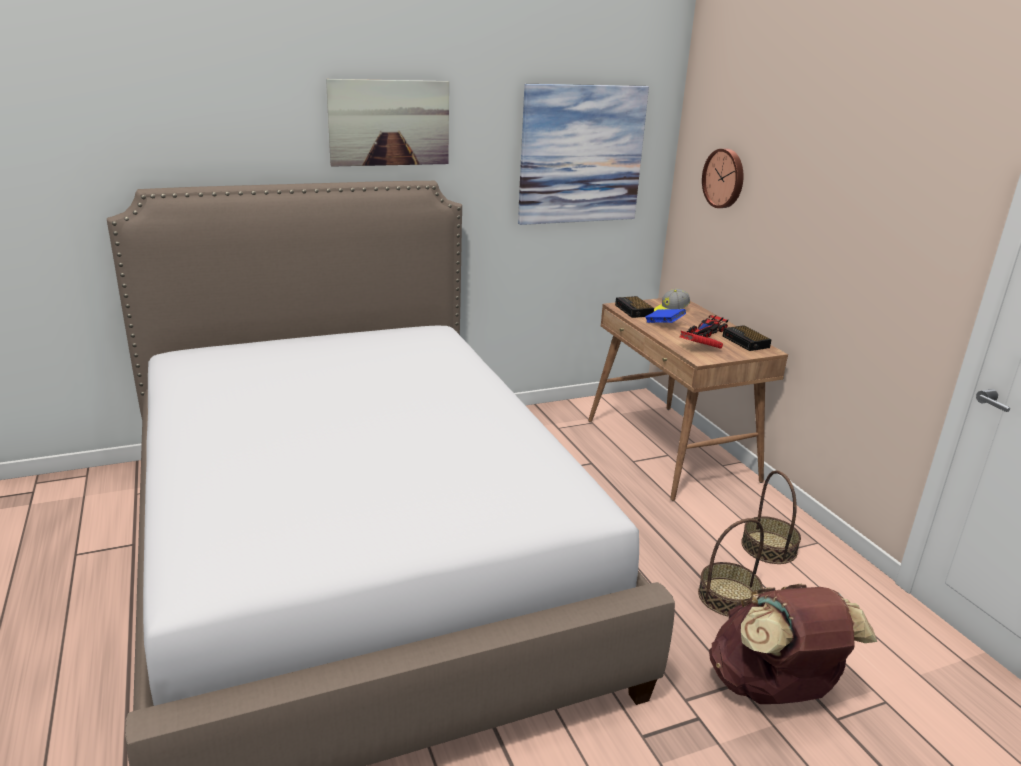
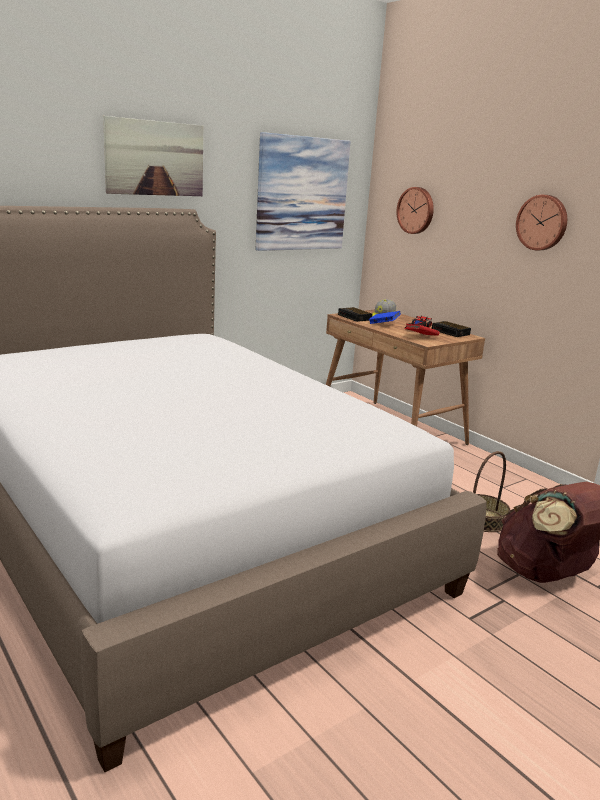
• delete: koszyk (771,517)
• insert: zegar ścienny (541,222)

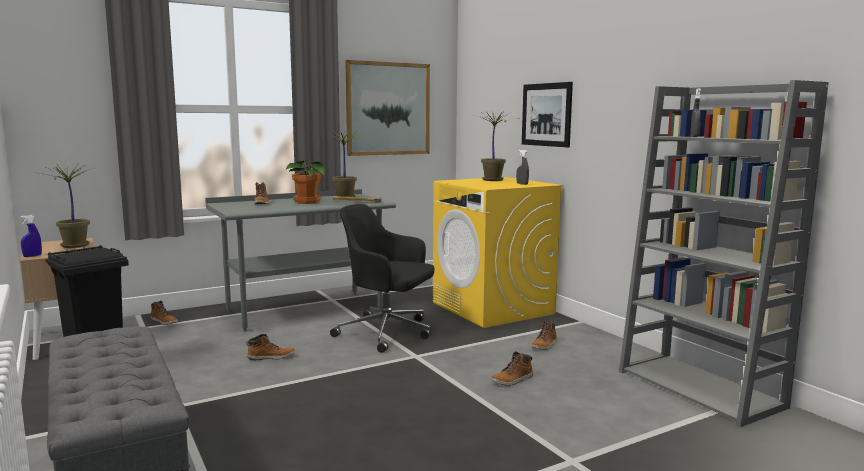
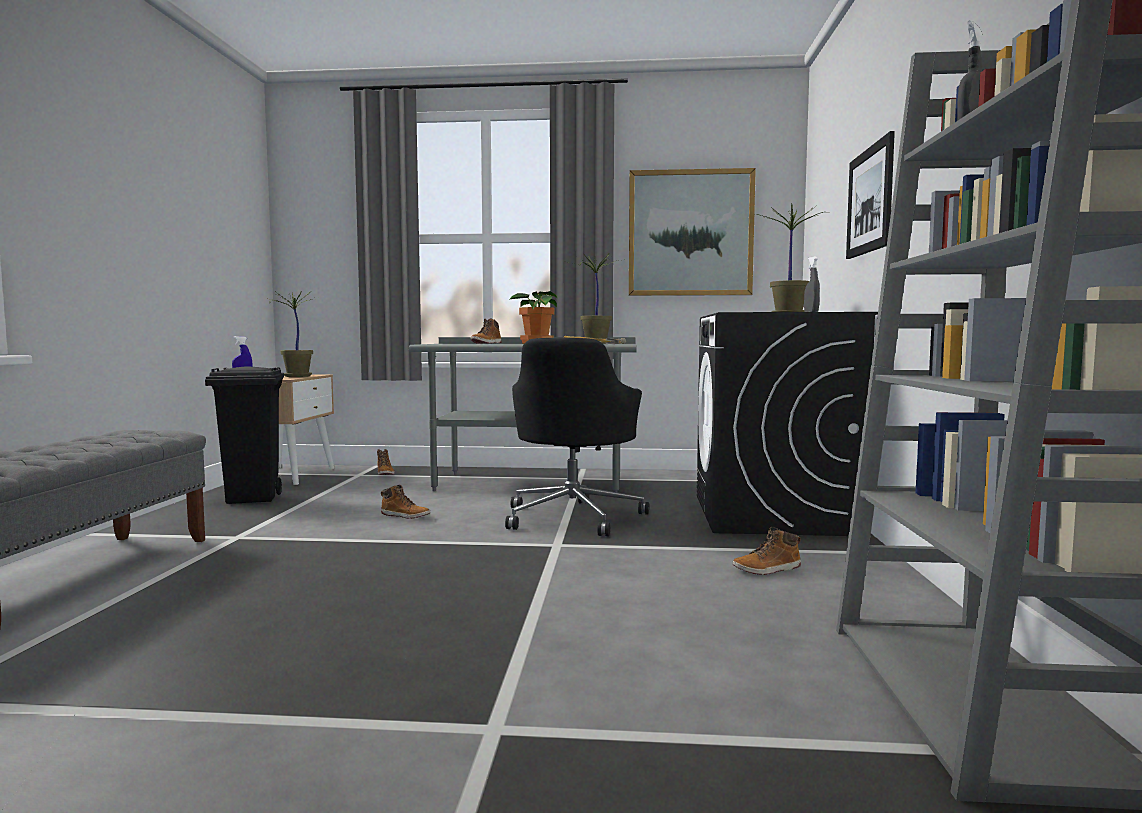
• recolor: pralka [żółty] (498,252) to pralka [czarny] (787,424)
• rotate: krzesło biurowe [czarny] (382,278) = (577,437) 135 degrees counterclockwise
• delete: but z cholewką (512,368)

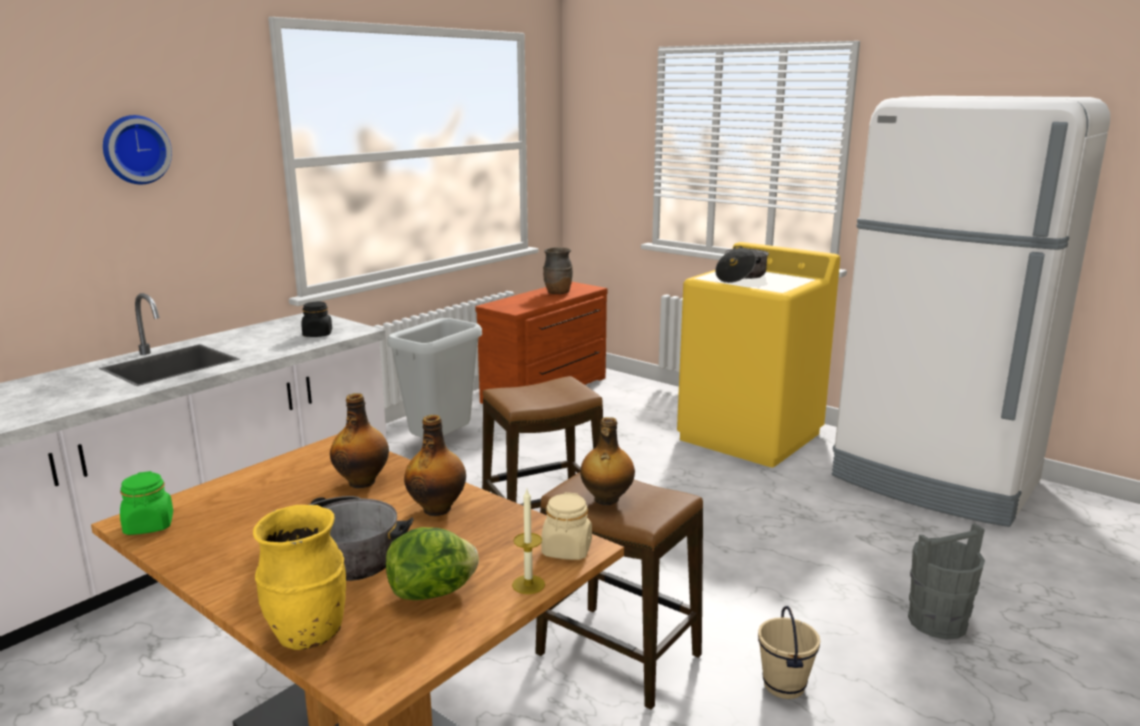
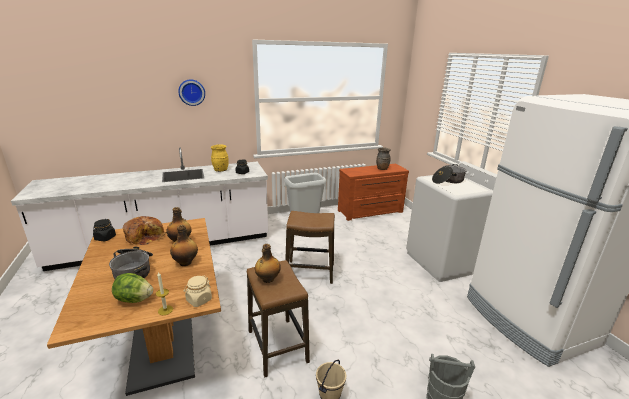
• recolor: pralka [żółty] (758,354) to pralka [biały] (451,221)
• recolor: słoik [zielony] (146,503) to słoik [czarny] (104,230)
• move: wazon [żółty] (299,577) to (220,158)
• insert: chleb (144,230)

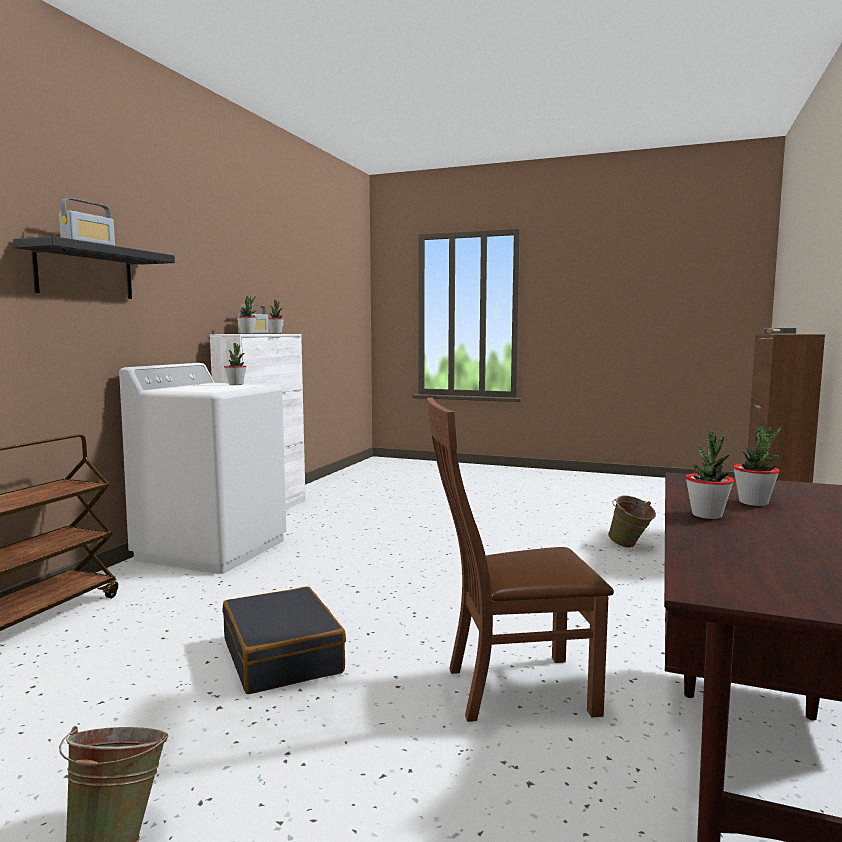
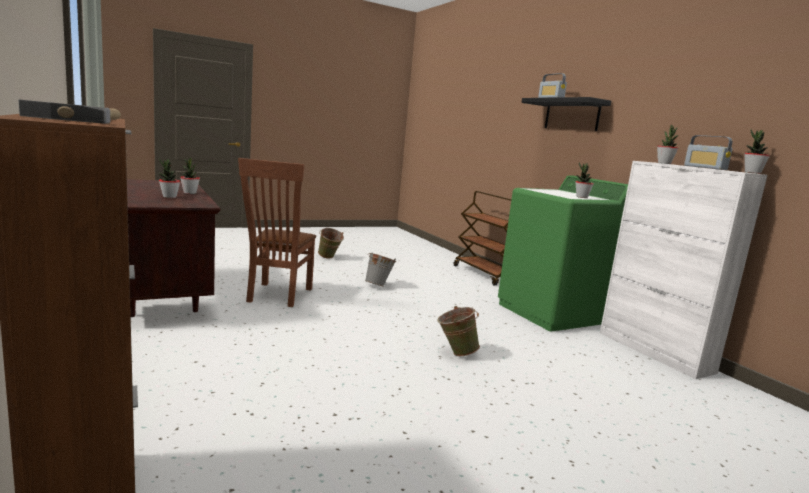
• recolor: pralka [biały] (202,468) to pralka [zielony] (563,253)
• rotate: krzesło [brązowy] (520,559) = (277,232) 150 degrees clockwise
• move: wiadro [zielony] (632,521) to (458,331)
• replace: walizka [czarny] (284,640) to wiadro [szary] (380,269)

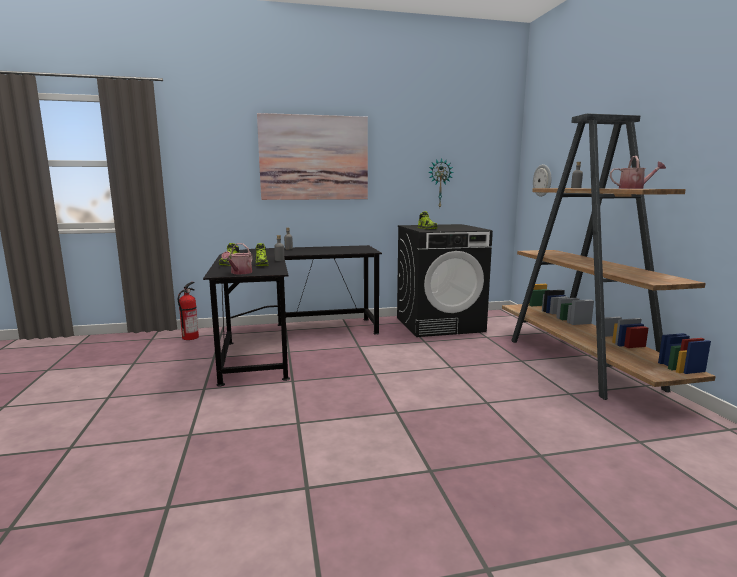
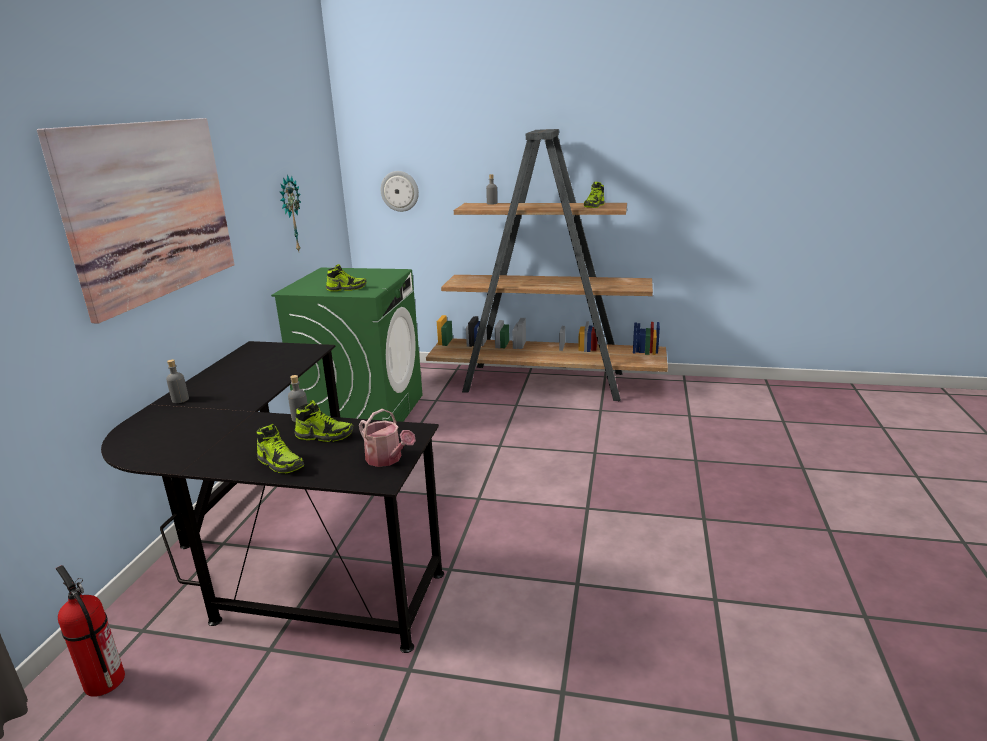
• replace: konewka (638,172) to but (594,195)
• recolor: pralka [czarny] (445,280) to pralka [zielony] (347,345)

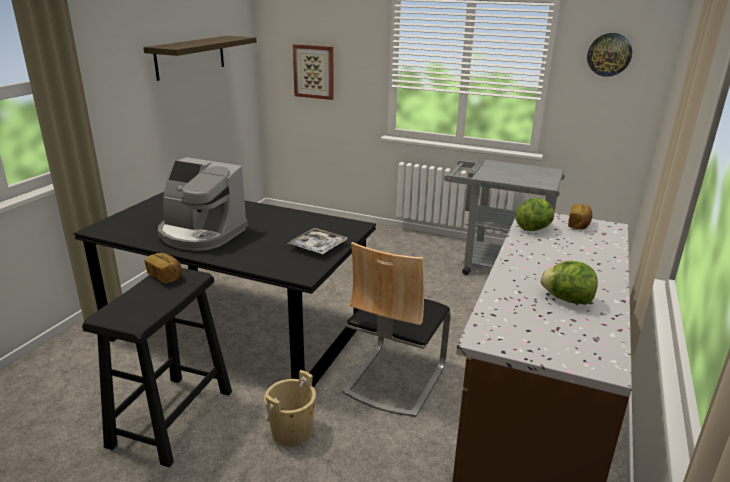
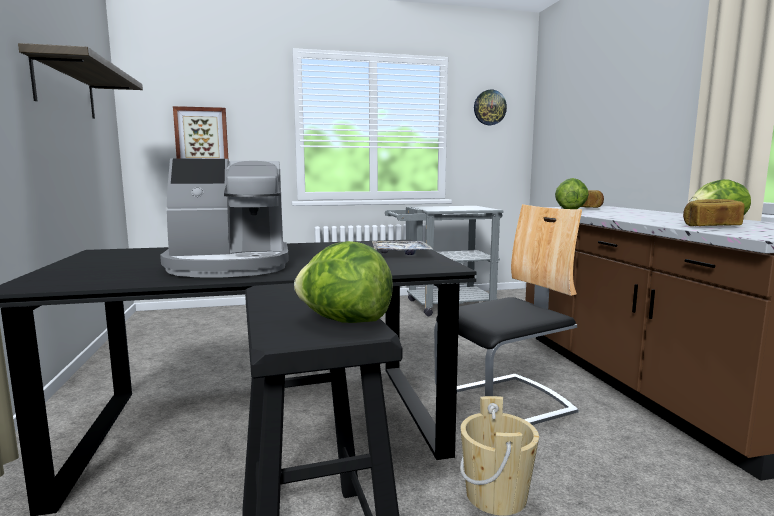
• rotate: krzesło (396,329) = (508,314) 105 degrees counterclockwise
• move: chleb (163,268) to (714,212)
• insert: sałata (343,282)

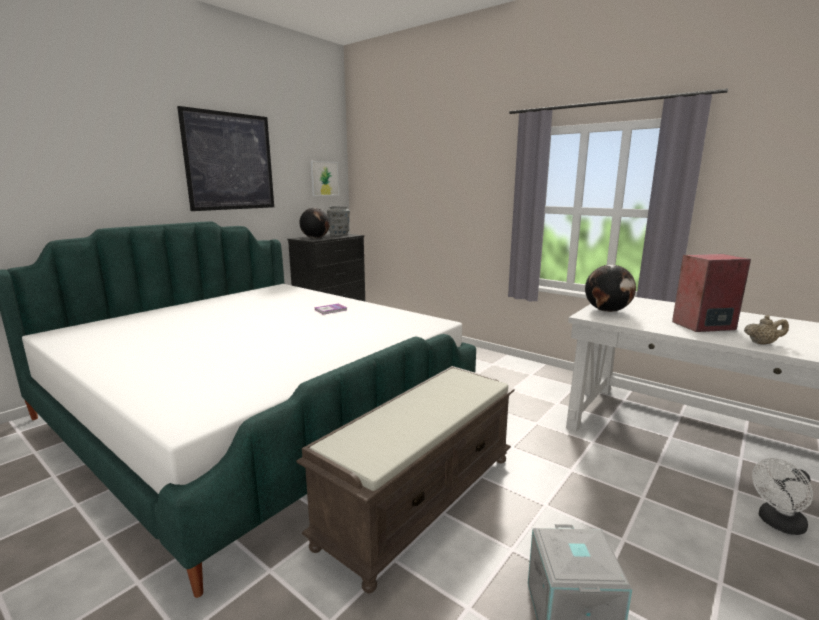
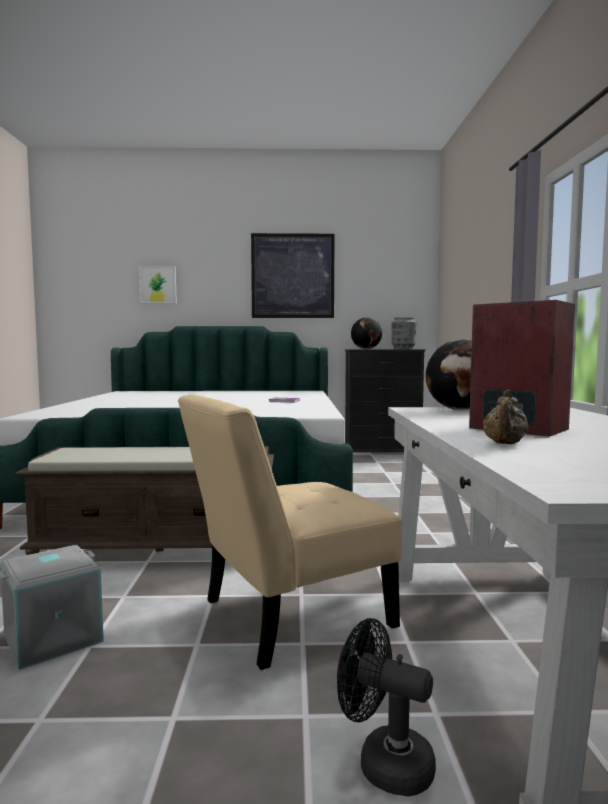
• move: obraz (325,178) to (158,284)
• rotate: imbryk [beżowy] (766,330) = (505,416) 60 degrees clockwise
• recolor: wentylator [biały] (782,496) to wentylator [czarny] (386,707)
• insert: krzesło [beżowy] (290,532)

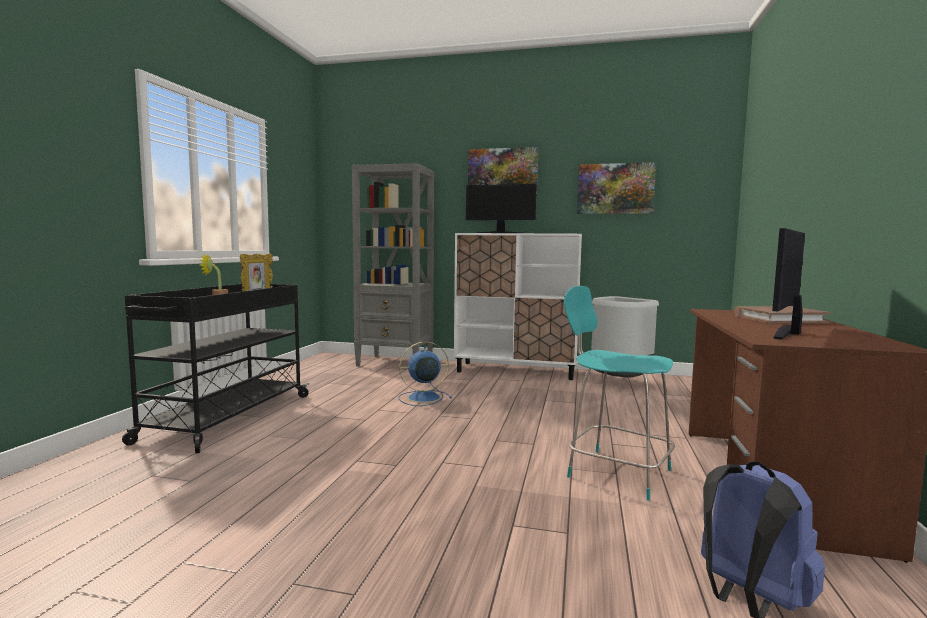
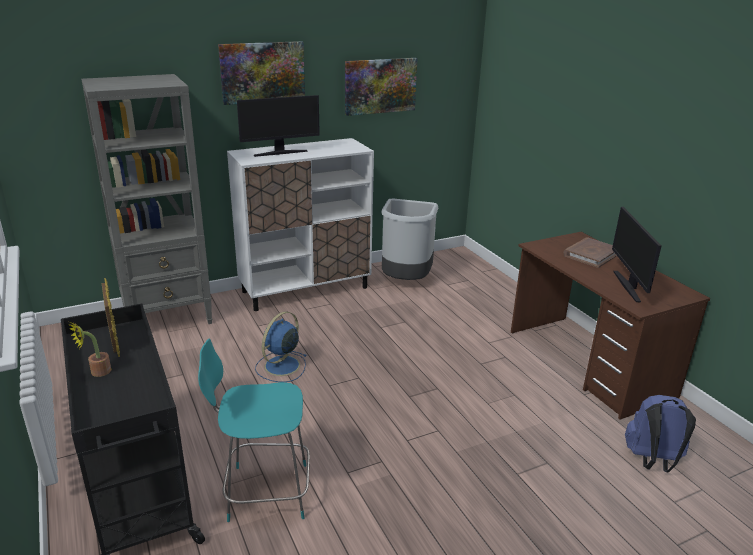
• move: krzesło [turkusowy] (619,393) to (254,430)

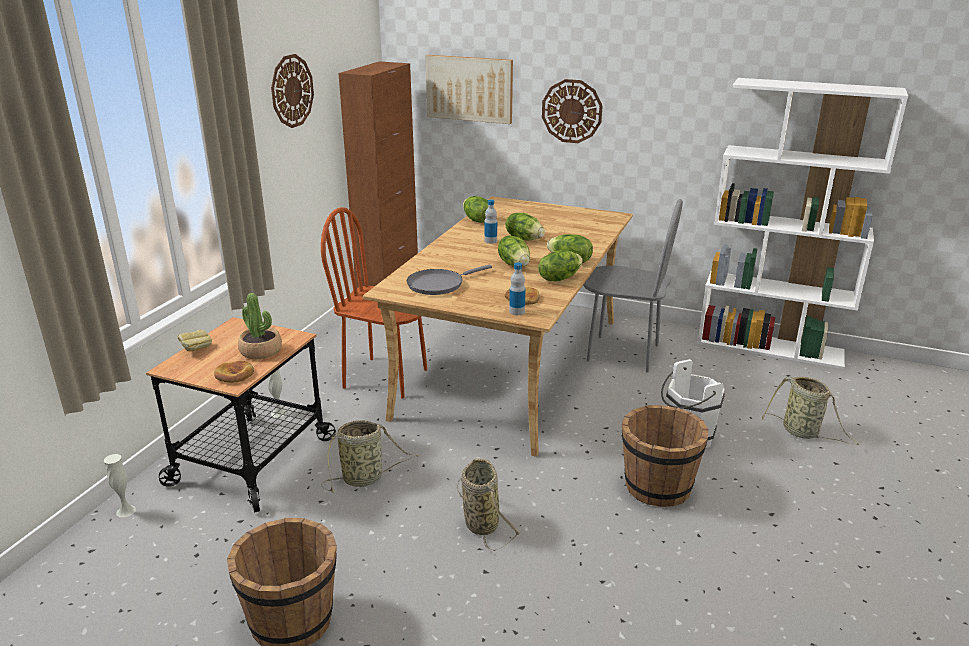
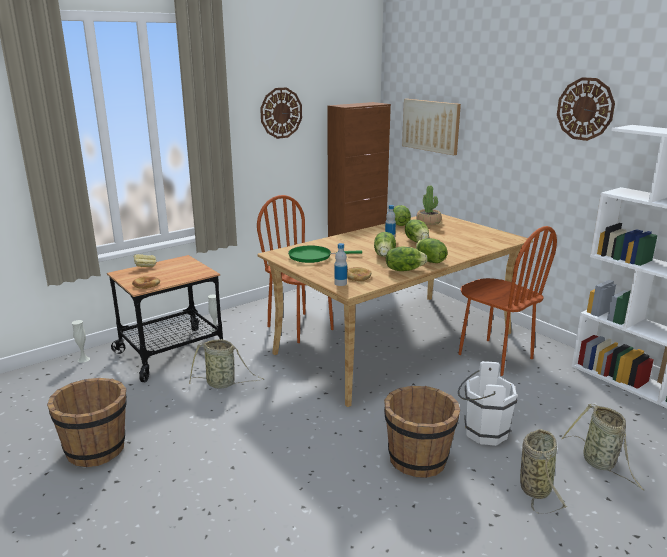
• move: zegar ścienny (572,111) to (586,109)
• recolor: krzesło [szary] (633,286) to krzesło [brązowy] (507,301)
• recolor: patelnia [szary] (449,280) to patelnia [zielony] (325,254)
• move: roślina doniczkowa (260,326) to (429,205)
• move: koszyk (488,505) to (543,471)

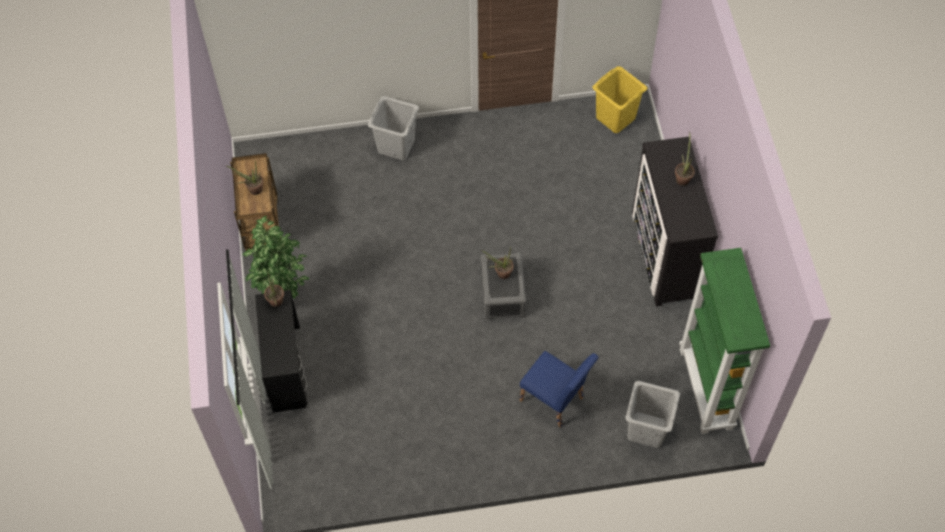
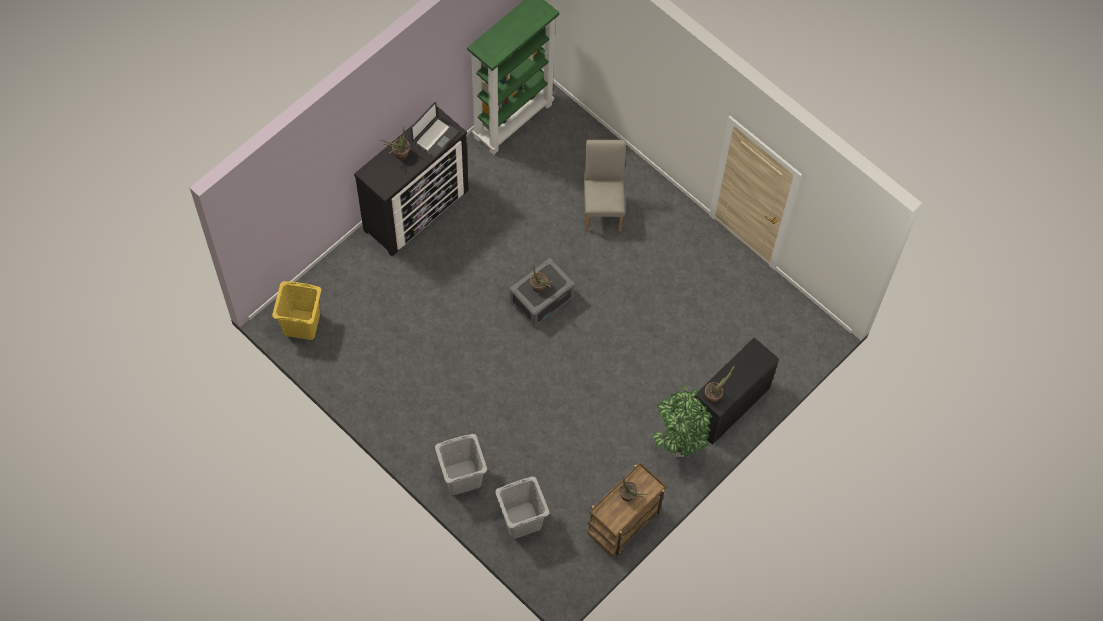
• recolor: krzesło [niebieski] (559,389) to krzesło [beżowy] (605,186)
• move: kosz na pranie [szary] (653,414) to (522,508)
• insert: laptop (434,129)

